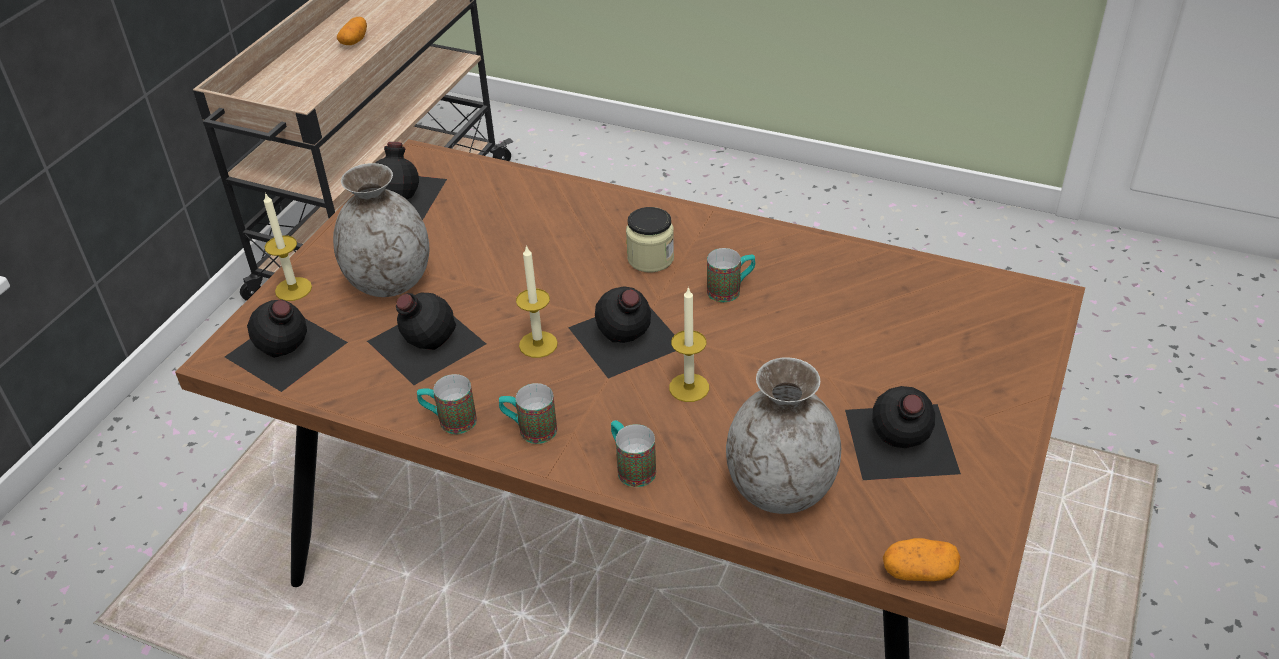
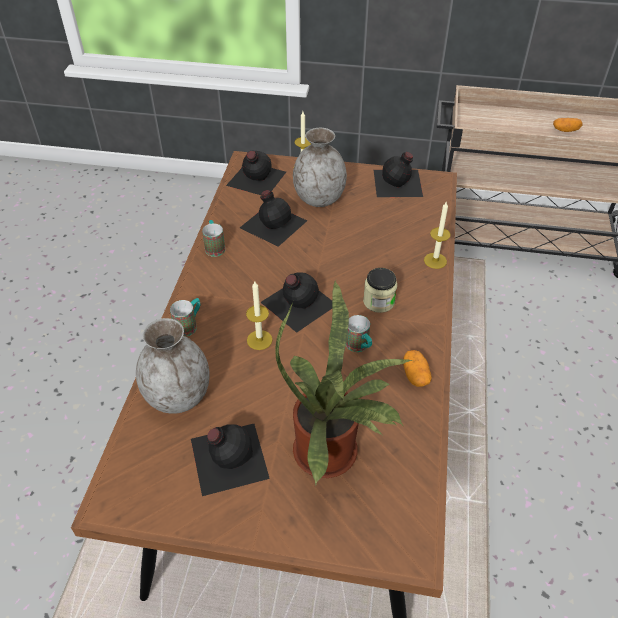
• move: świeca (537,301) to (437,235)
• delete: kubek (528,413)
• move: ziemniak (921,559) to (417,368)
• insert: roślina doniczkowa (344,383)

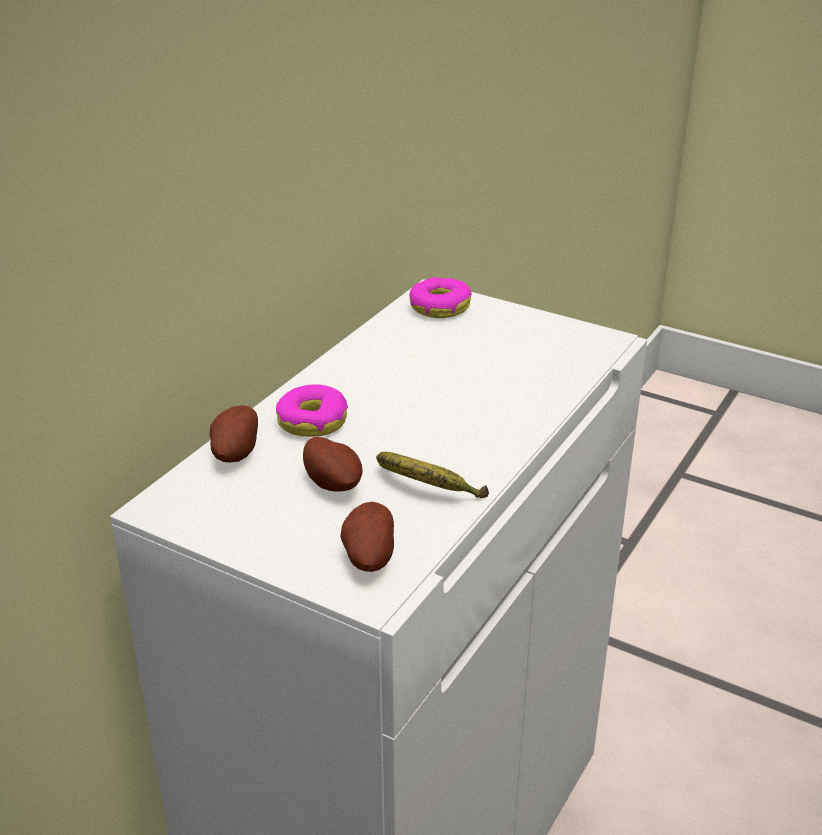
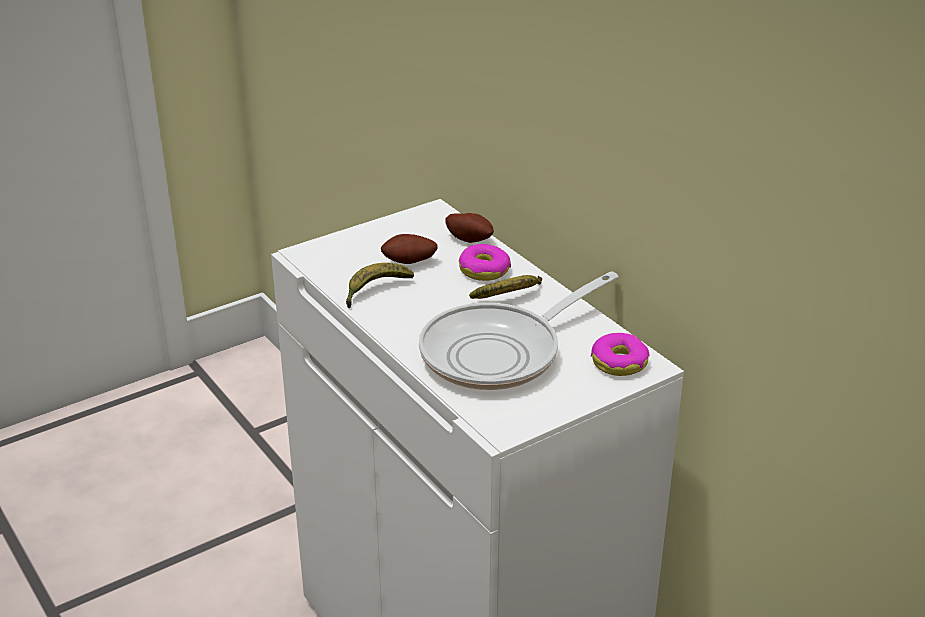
• delete: ziemniak (367,537)
• insert: patelnia (518,330)
• insert: banan (505,287)

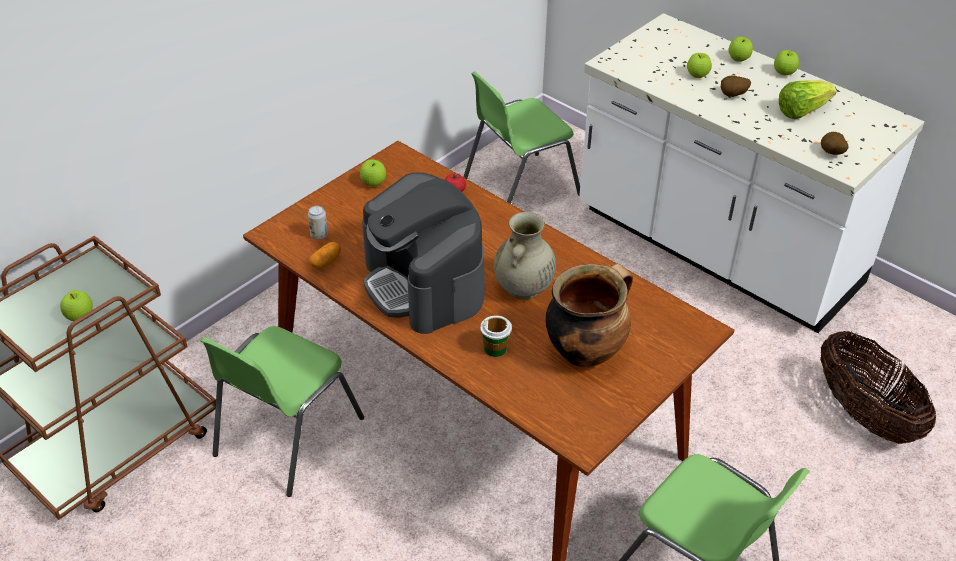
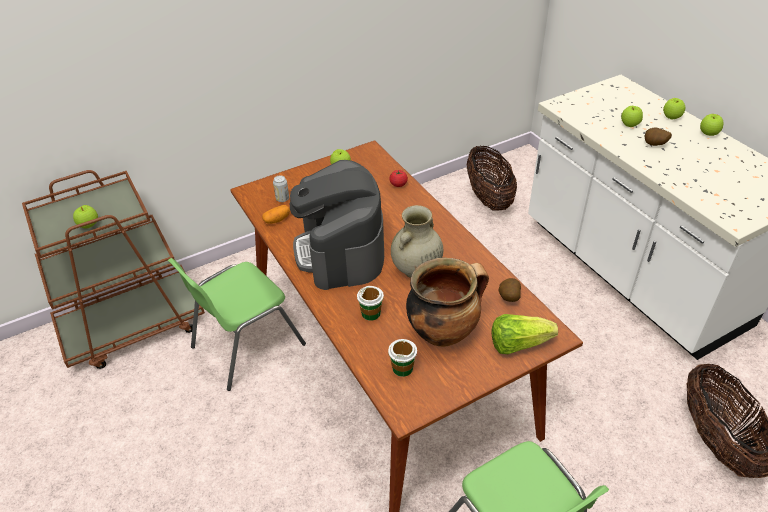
• replace: krzesło [zielony] (521,137) to koszyk (491,178)
• move: sałata (807,99) to (525,334)
• move: ziemniak (834,143) to (509,290)
• insert: filiżanka (402,358)

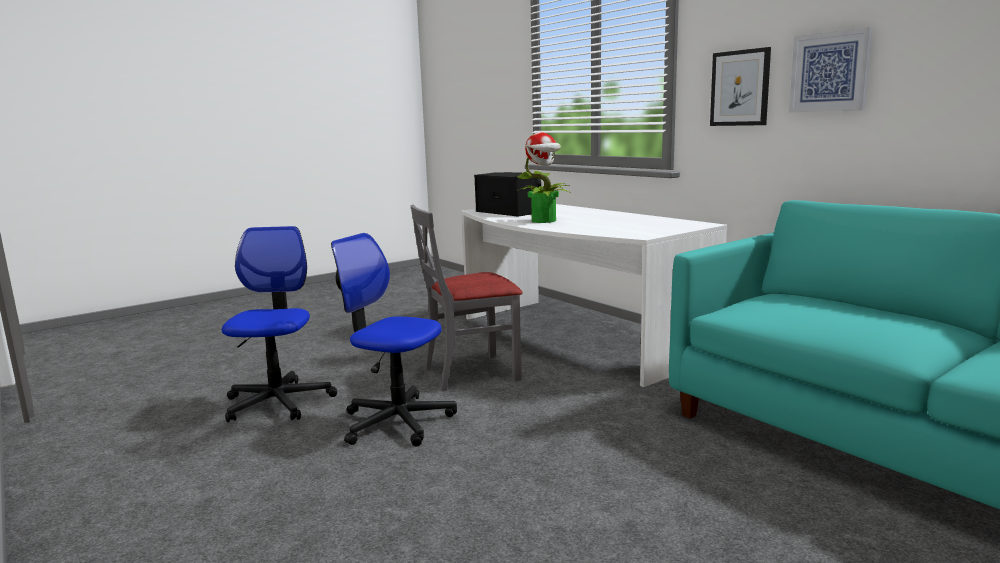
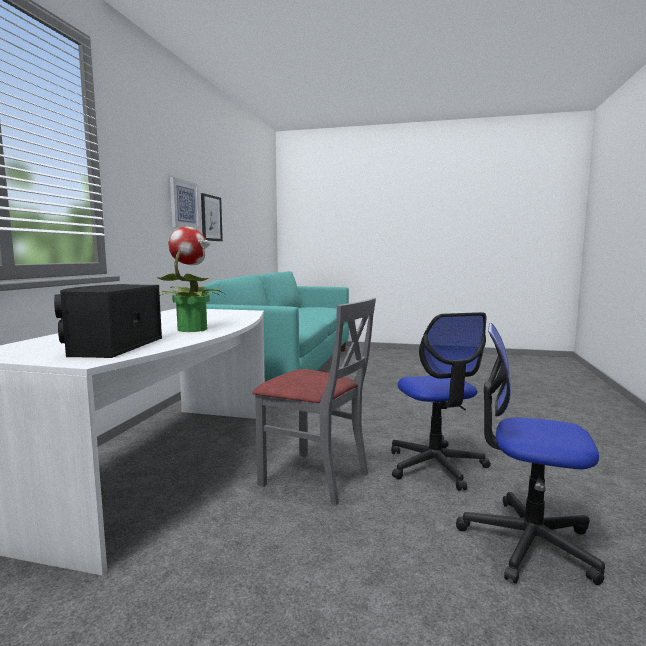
• move: obraz (740,86) to (212,217)
• rotate: krzesło biurowe (279,324) = (530,454) 60 degrees clockwise

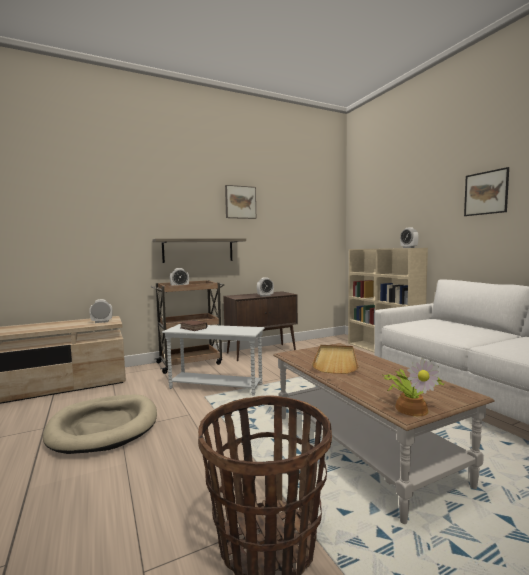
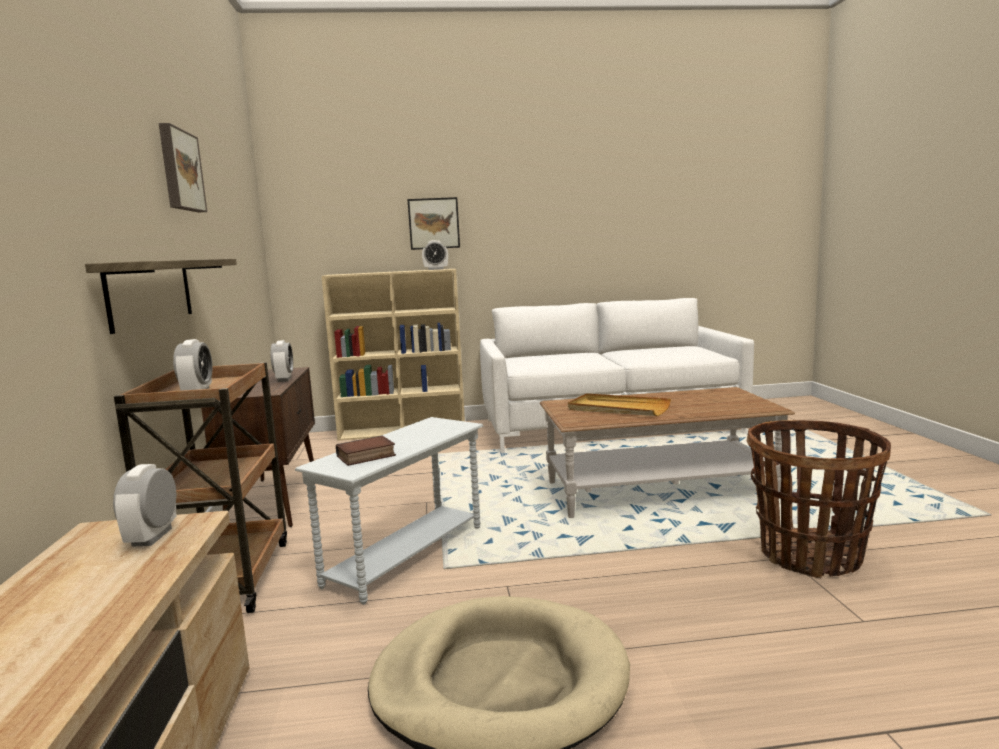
• move: obraz (486,191) to (434,223)
• delete: roślina doniczkowa (413,387)

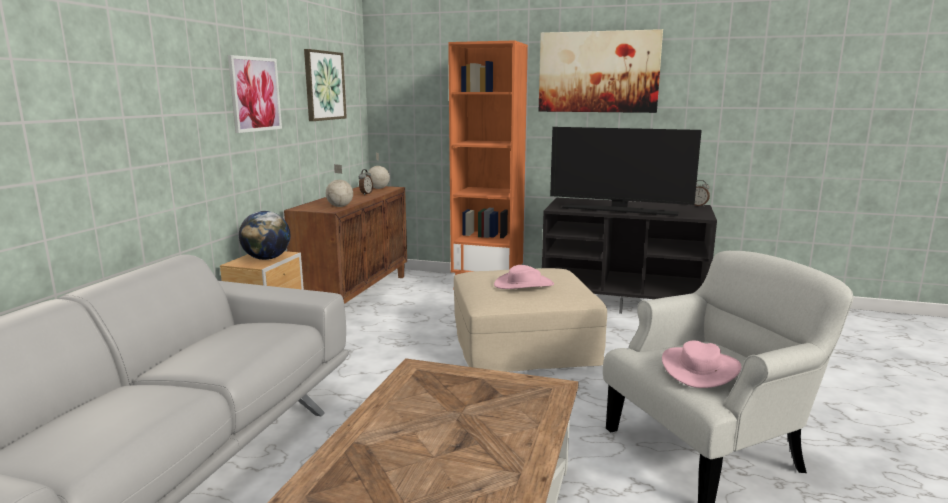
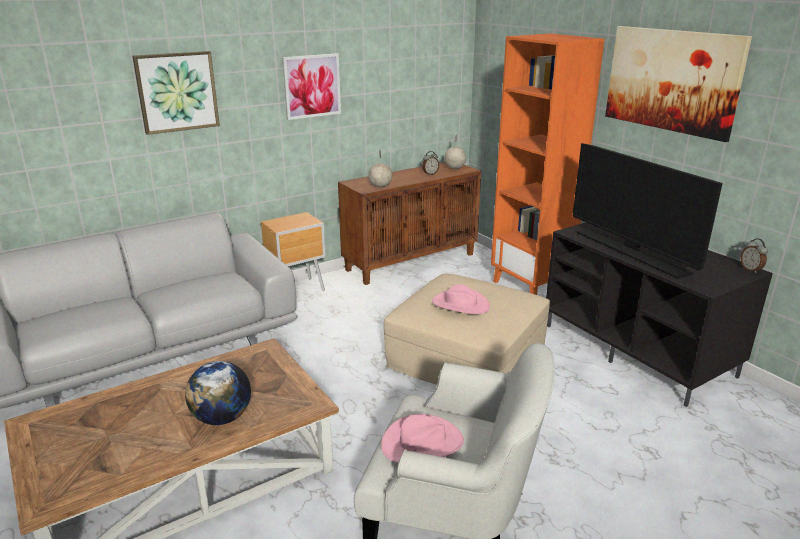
• move: obraz (325,85) to (176,93)
• move: globus (265,235) to (218,393)

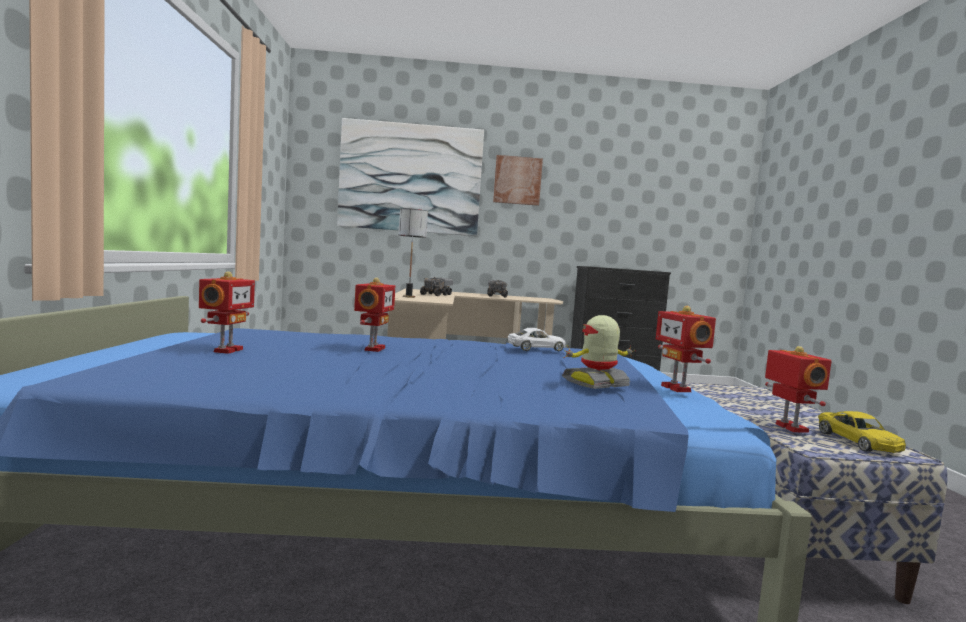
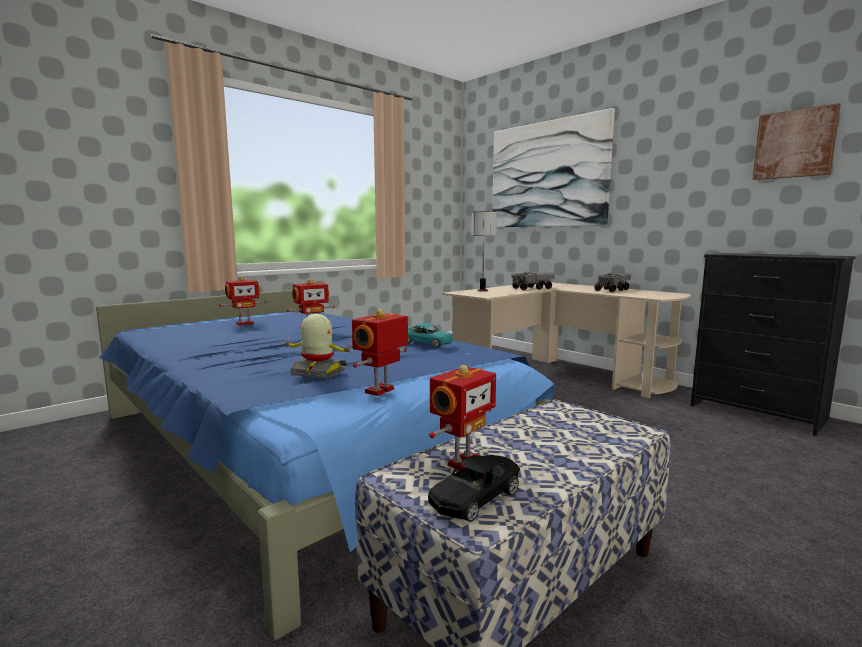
• move: obraz (518,180) to (796,141)
• recolor: samochodzik [biały] (536,339) to samochodzik [turkusowy] (430,335)
• recolor: samochodzik [żółty] (862,432) to samochodzik [czarny] (474,488)

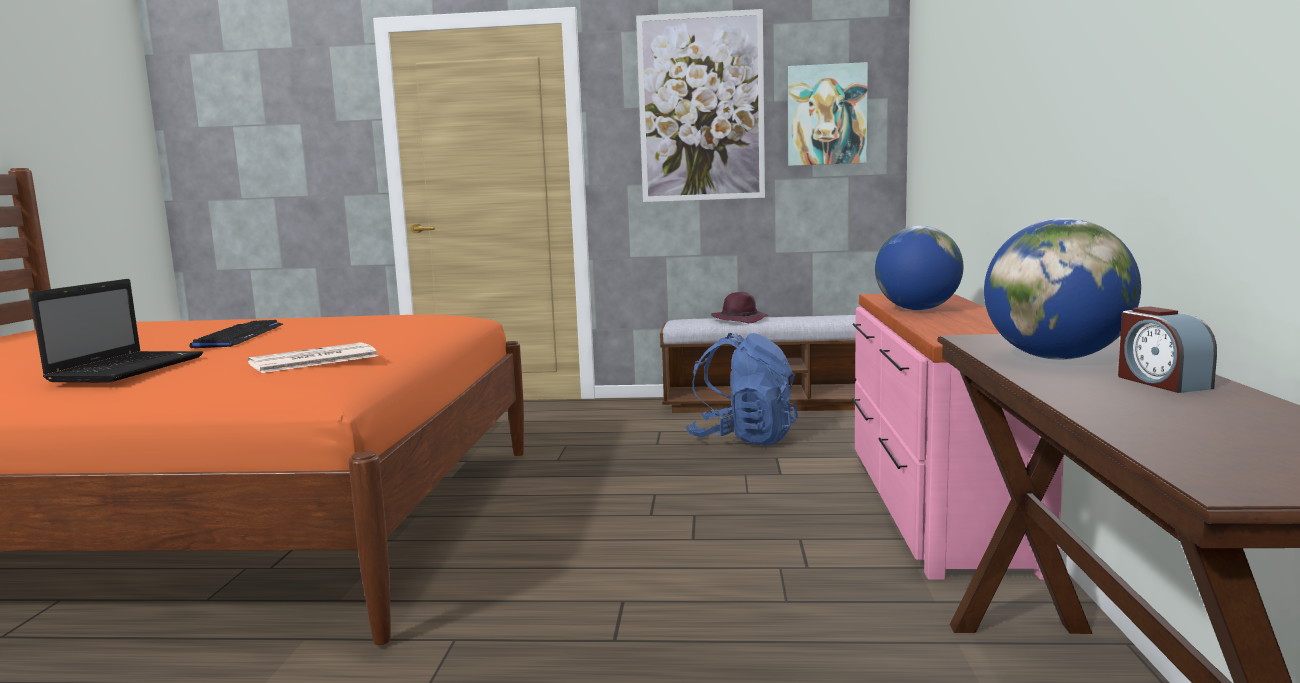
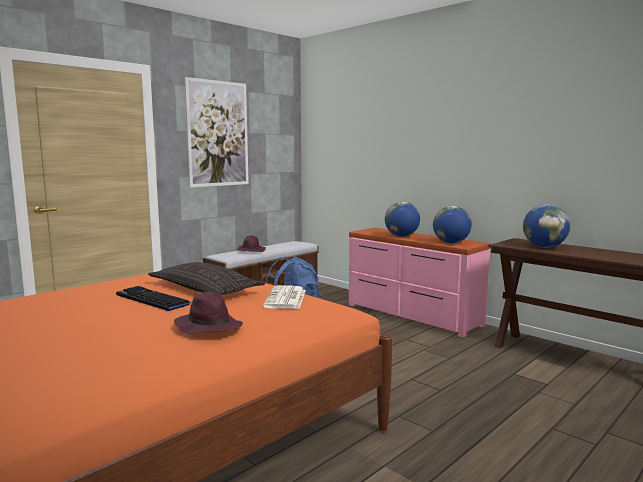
• delete: obraz (827,114)
• replace: laptop (116,330) to kapelusz [fioletowy] (208,313)
• delete: budzik (1167,349)
• insert: globus (452,224)
• insert: poduszka (206,278)

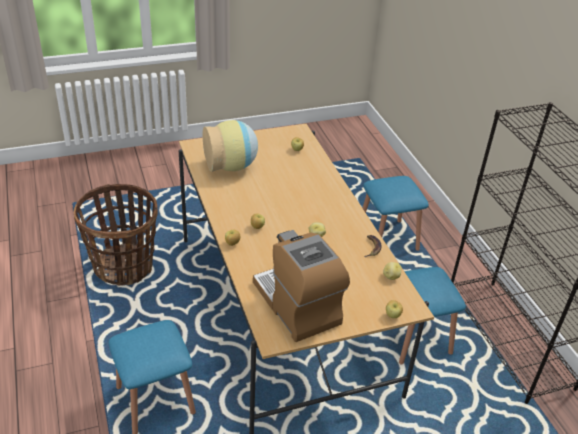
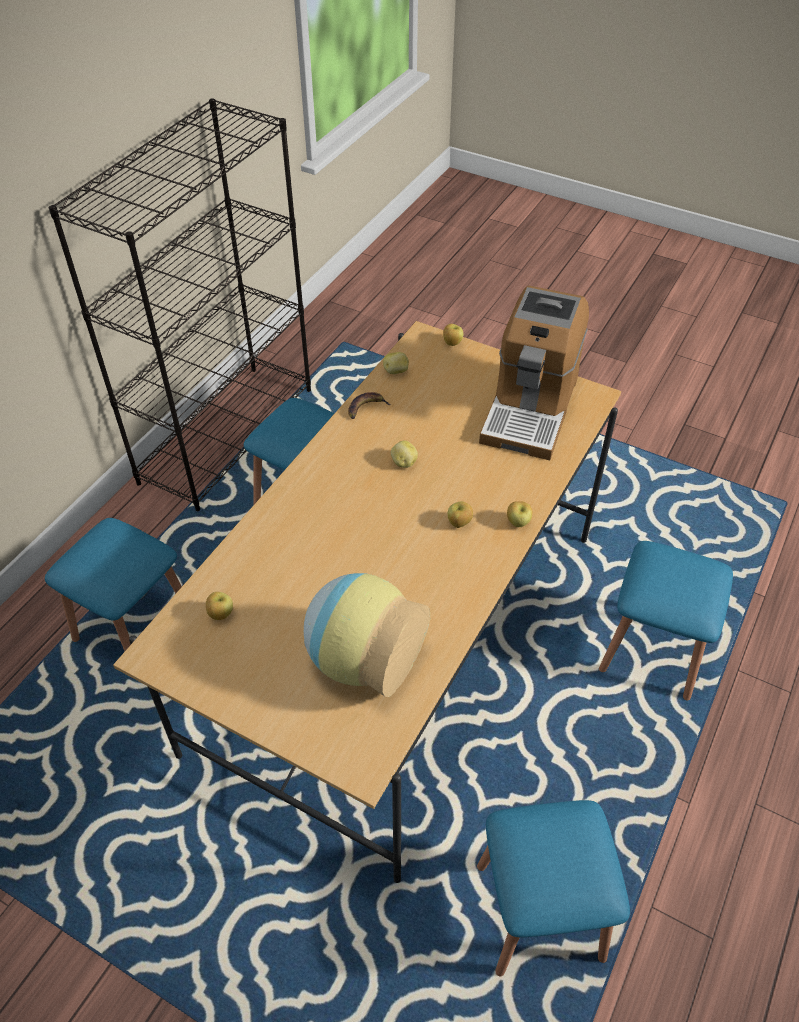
• replace: koszyk (116,235) to stołek [niebieski] (553,888)

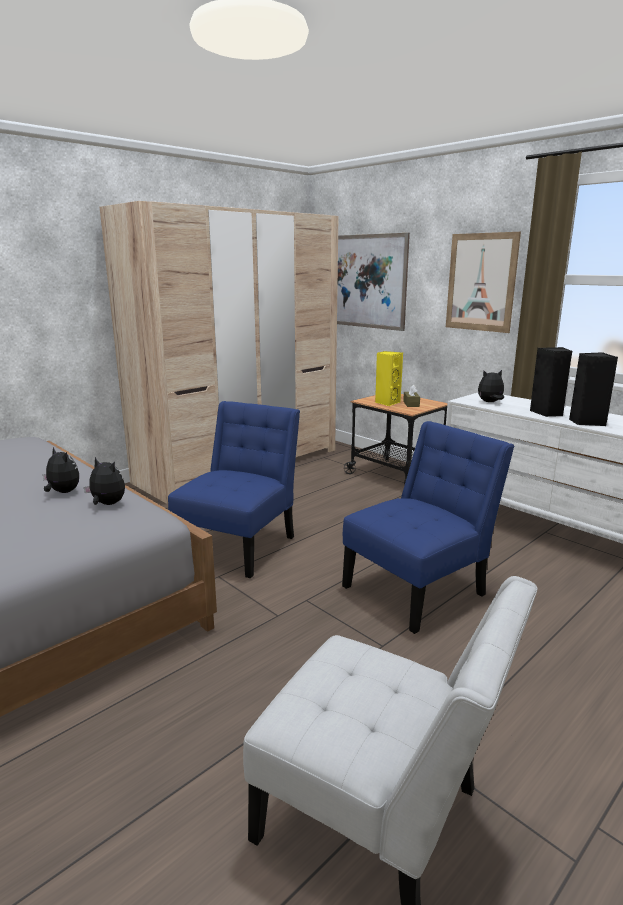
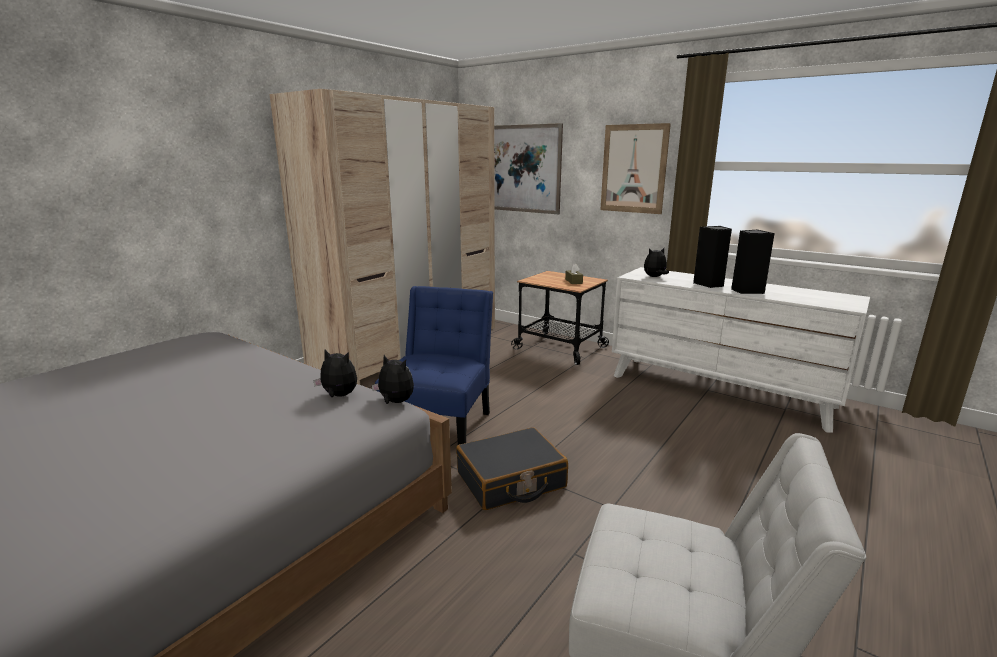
• delete: głośnik [żółty] (389,378)
• delete: krzesło [niebieski] (428,527)
• move: pluszak (61,470) to (393,379)
• insert: walizka [czarny] (512,468)

